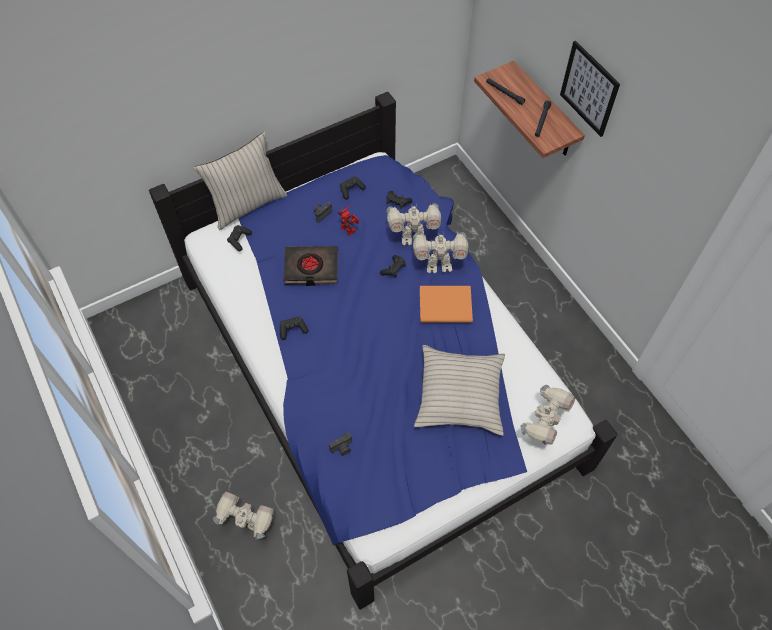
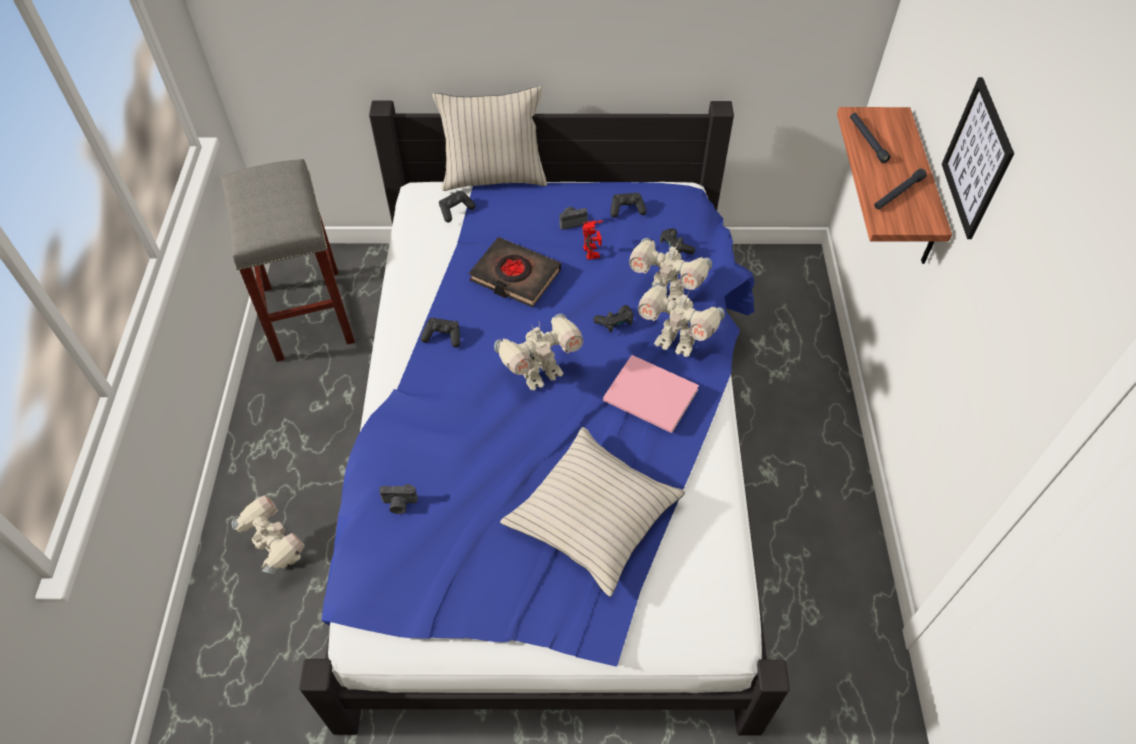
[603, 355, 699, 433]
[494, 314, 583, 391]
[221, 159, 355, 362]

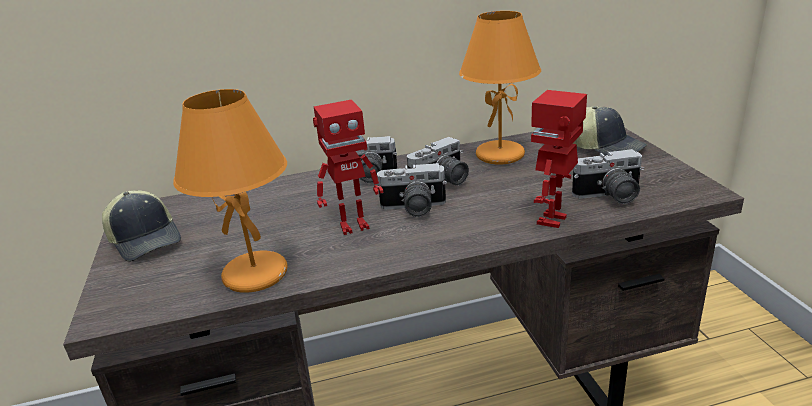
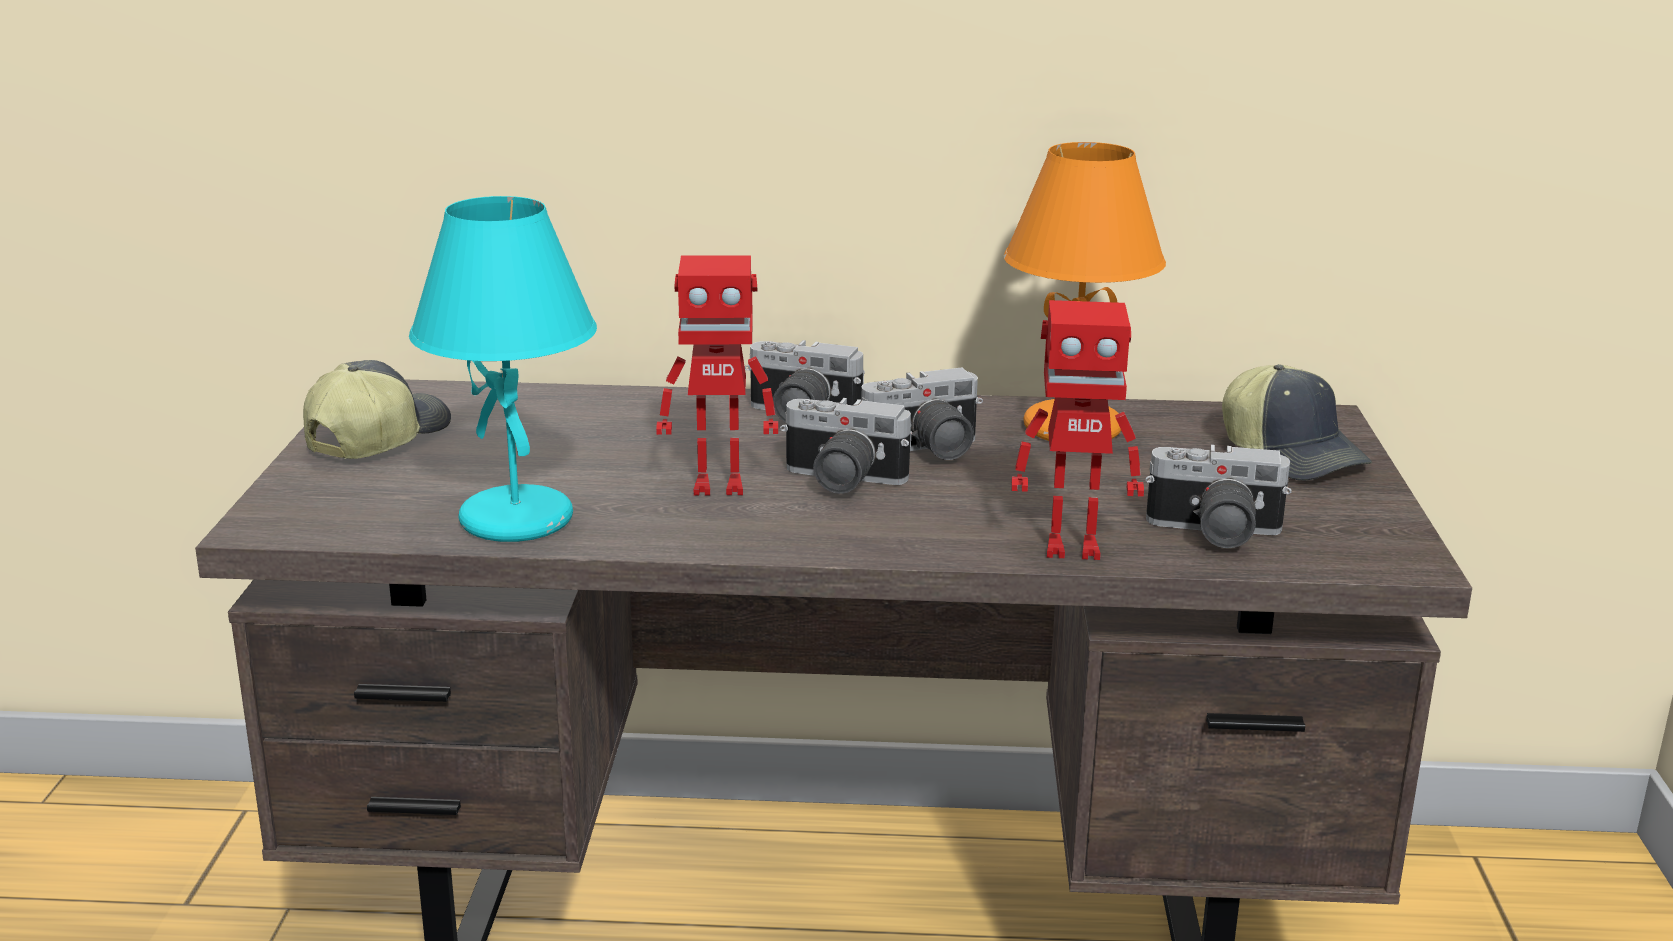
[303, 360, 451, 459]
[409, 196, 597, 542]
[1012, 300, 1144, 560]

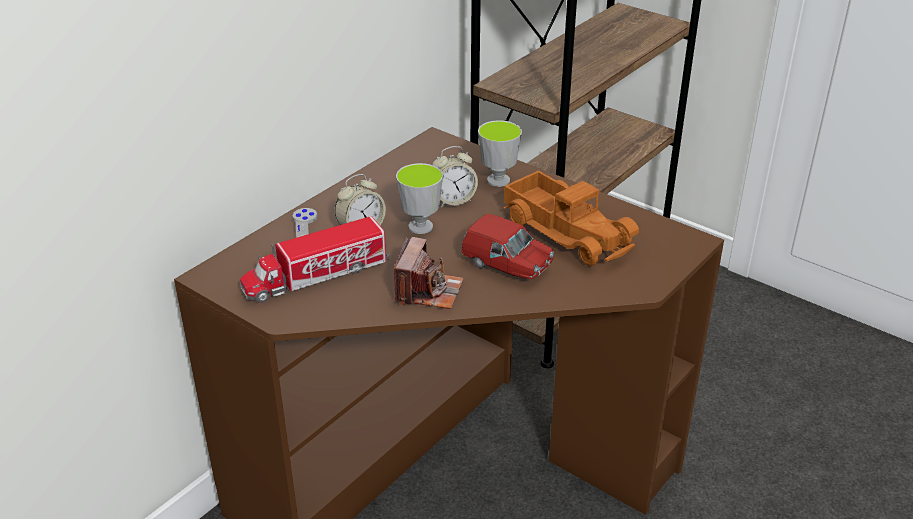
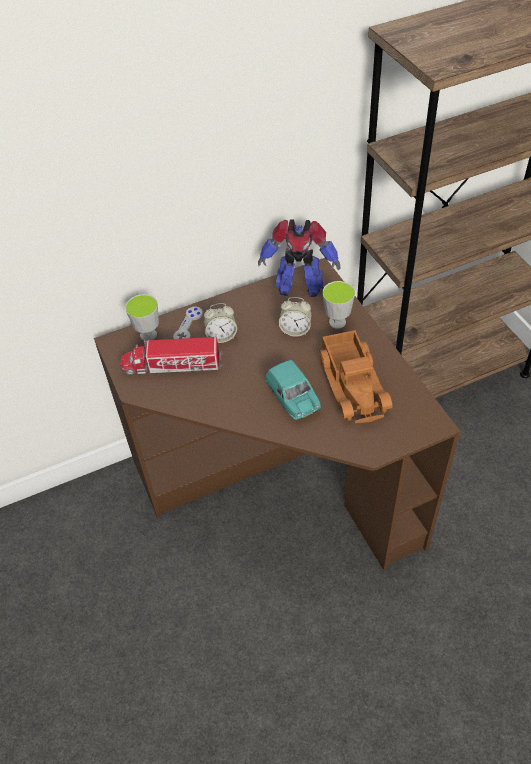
[394, 237, 464, 309] (first image)
[125, 294, 159, 341]
[265, 360, 321, 420]
[258, 219, 340, 297]

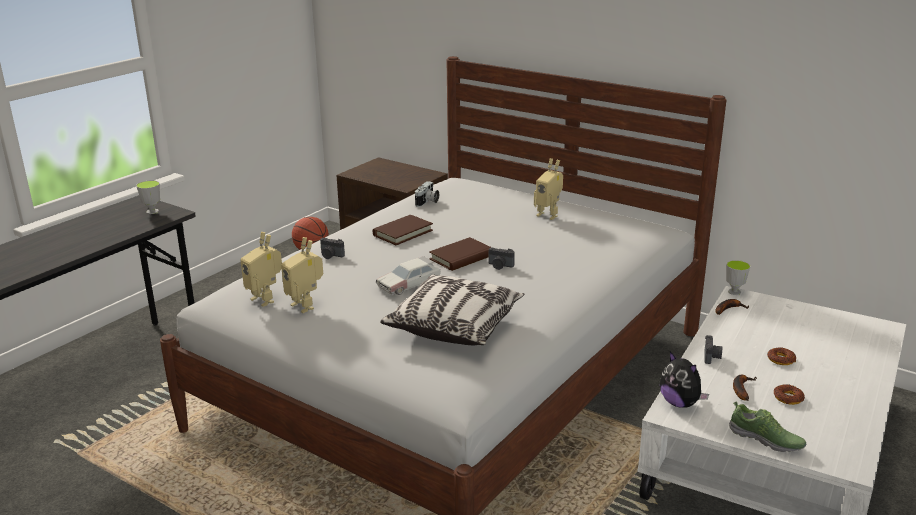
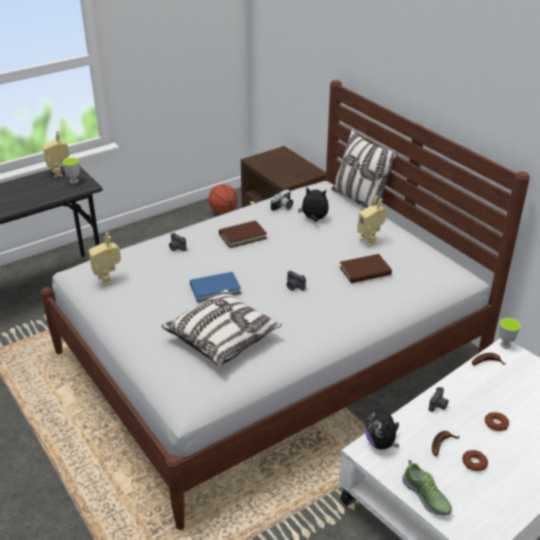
[43, 131, 69, 177]
[190, 272, 241, 303]
[339, 254, 392, 283]
[298, 187, 329, 222]
[331, 129, 398, 208]

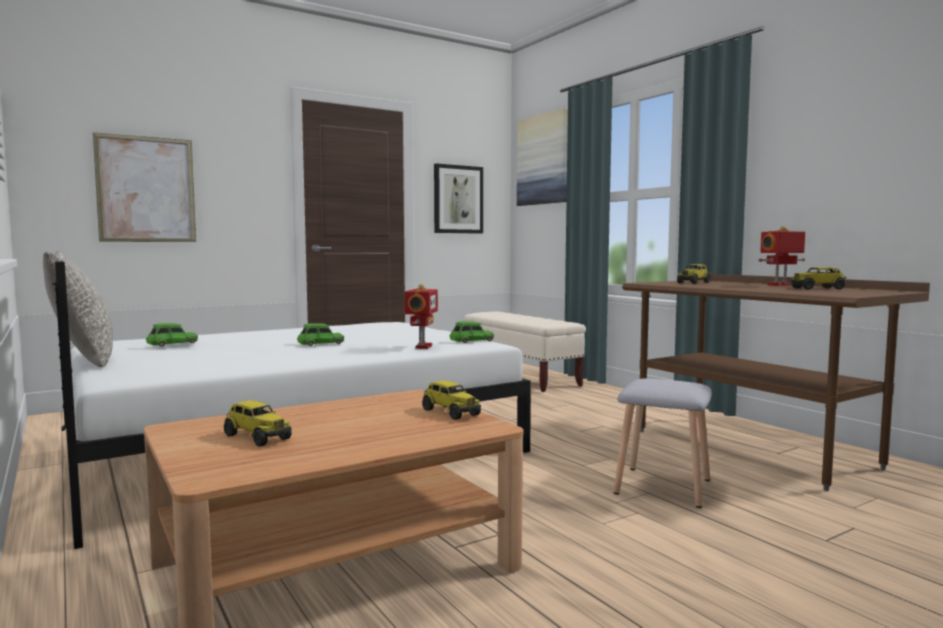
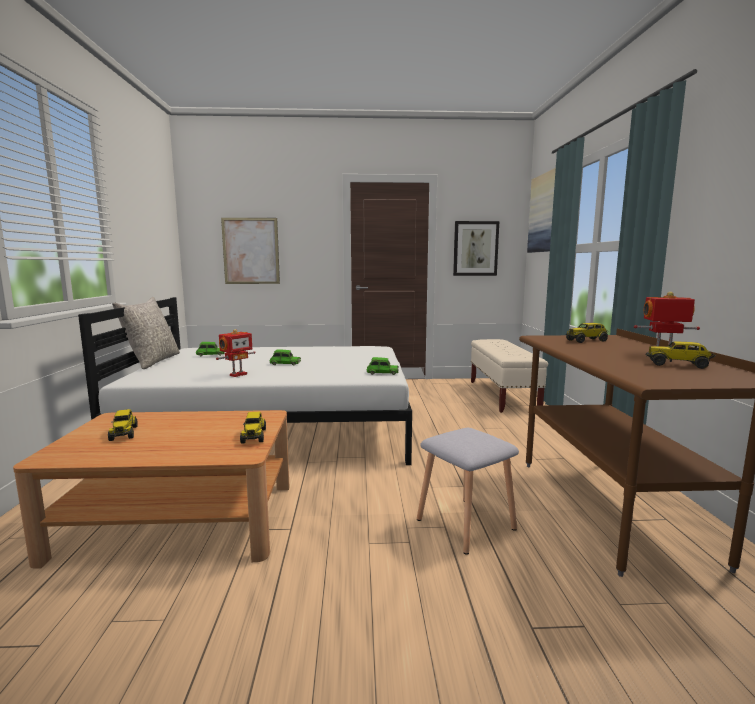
[216, 329, 256, 377]

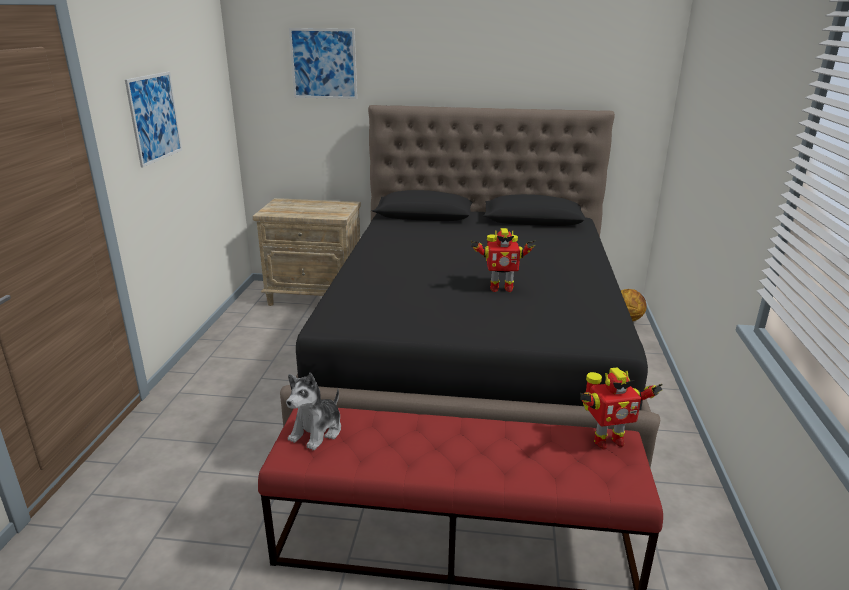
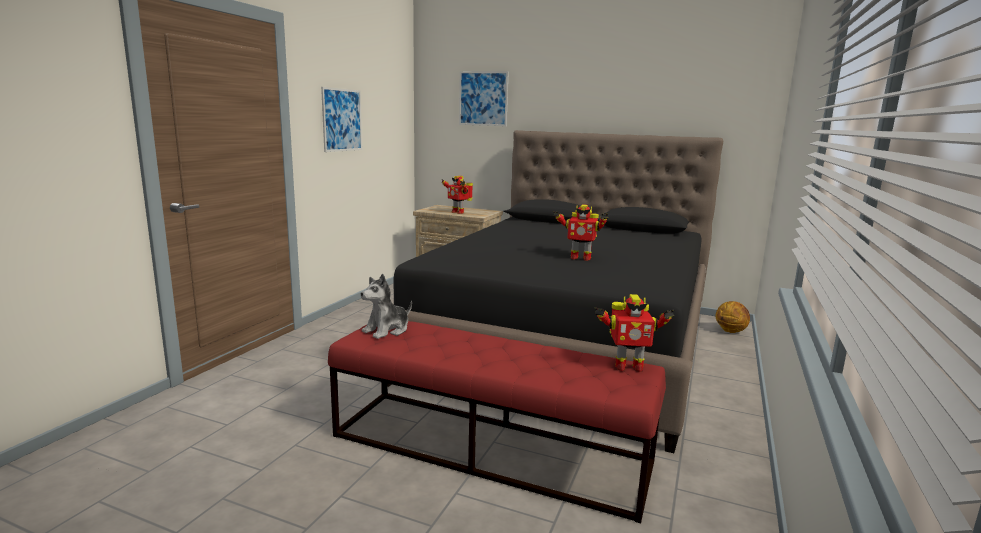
[441, 176, 473, 214]

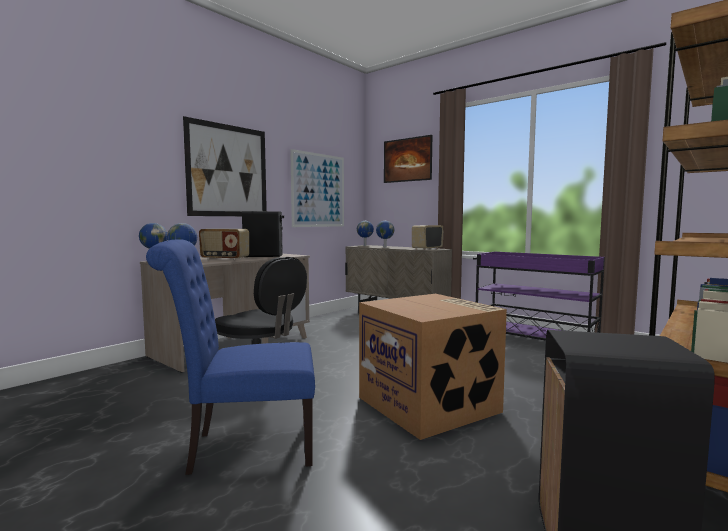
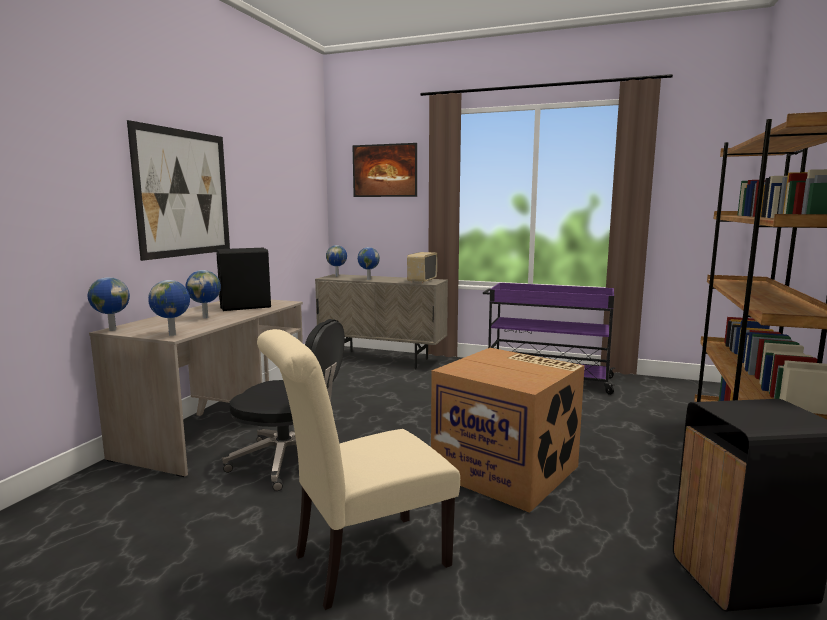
[257, 329, 460, 610]
[185, 270, 221, 318]
[290, 149, 344, 227] (first image)

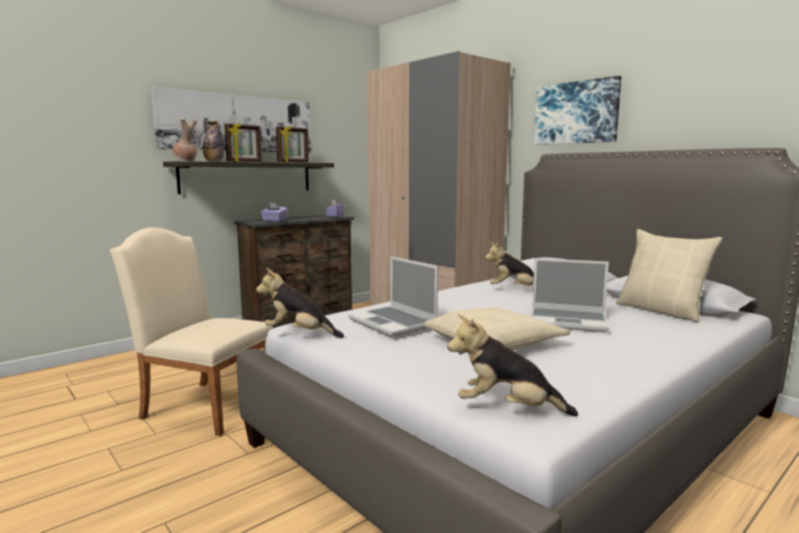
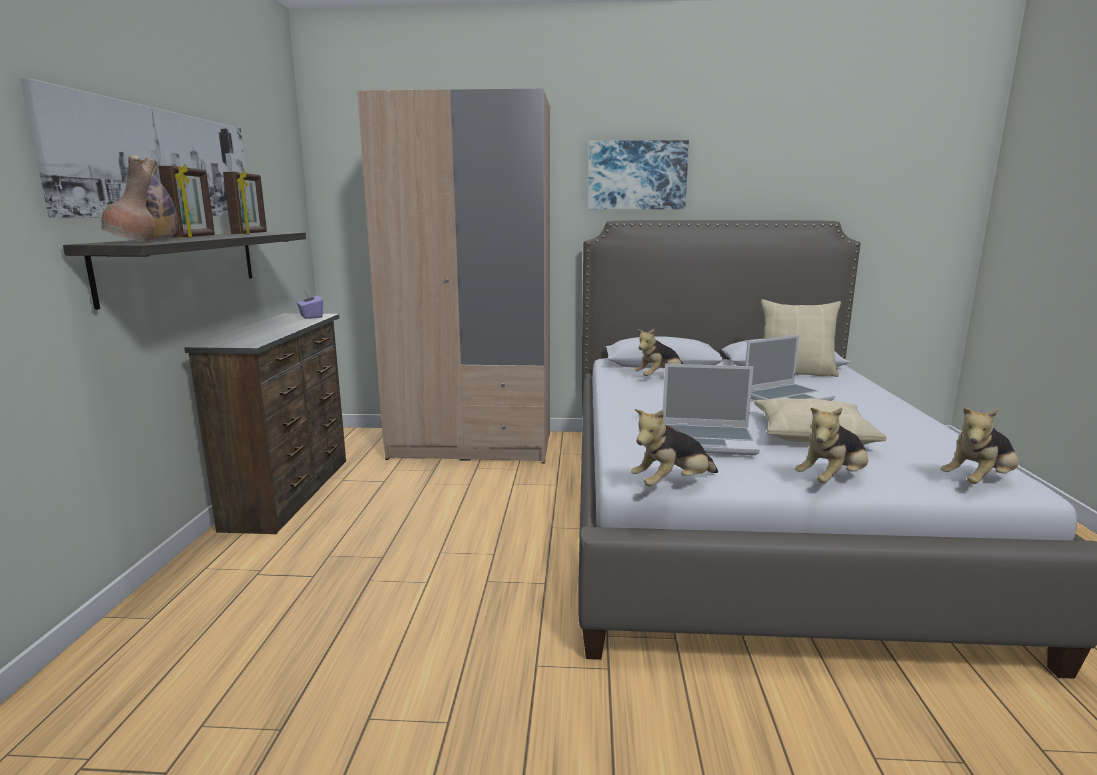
[110, 227, 273, 436] (first image)
[260, 203, 288, 222] (first image)
[795, 407, 868, 483]

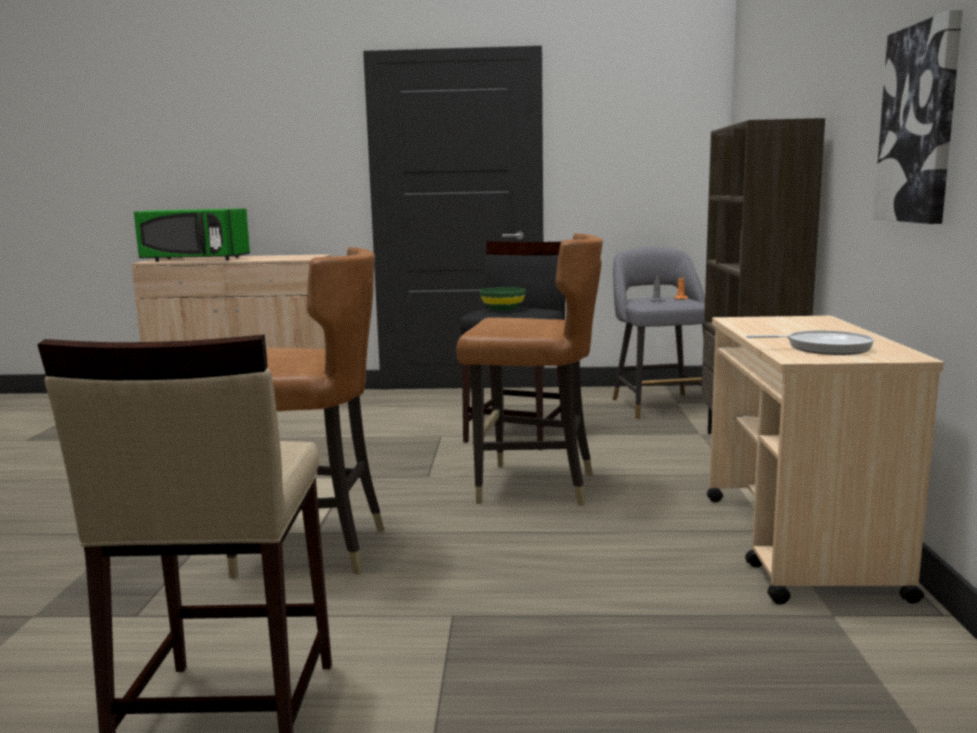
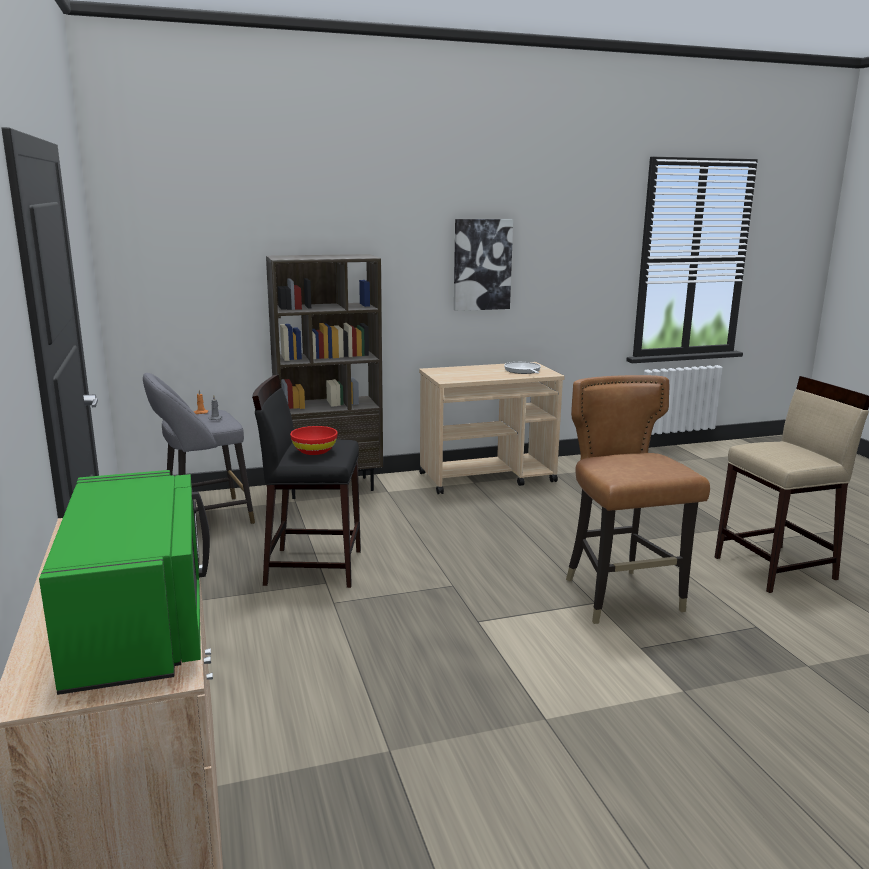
[457, 233, 603, 506] (first image)
[290, 426, 338, 455]

